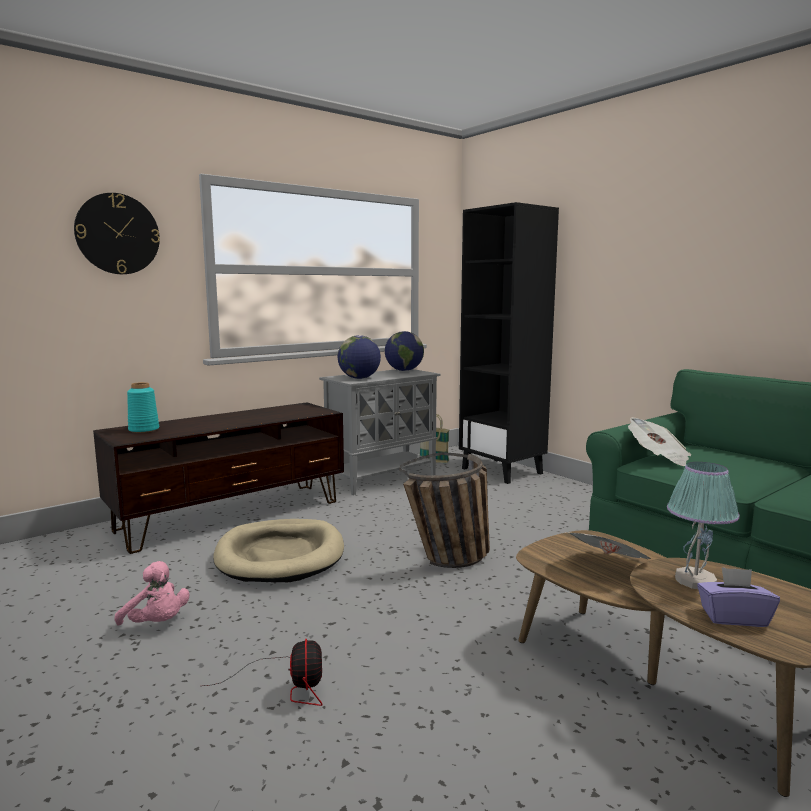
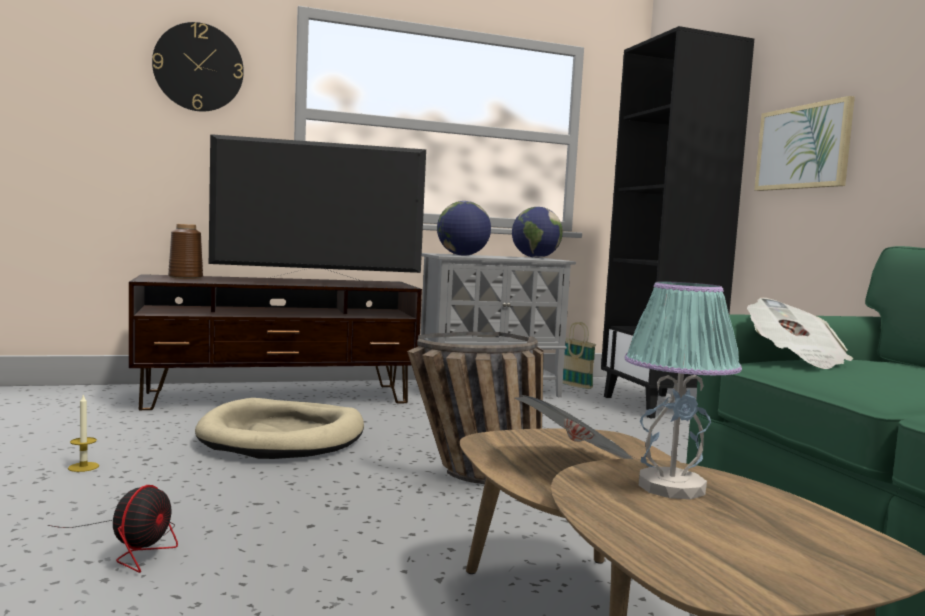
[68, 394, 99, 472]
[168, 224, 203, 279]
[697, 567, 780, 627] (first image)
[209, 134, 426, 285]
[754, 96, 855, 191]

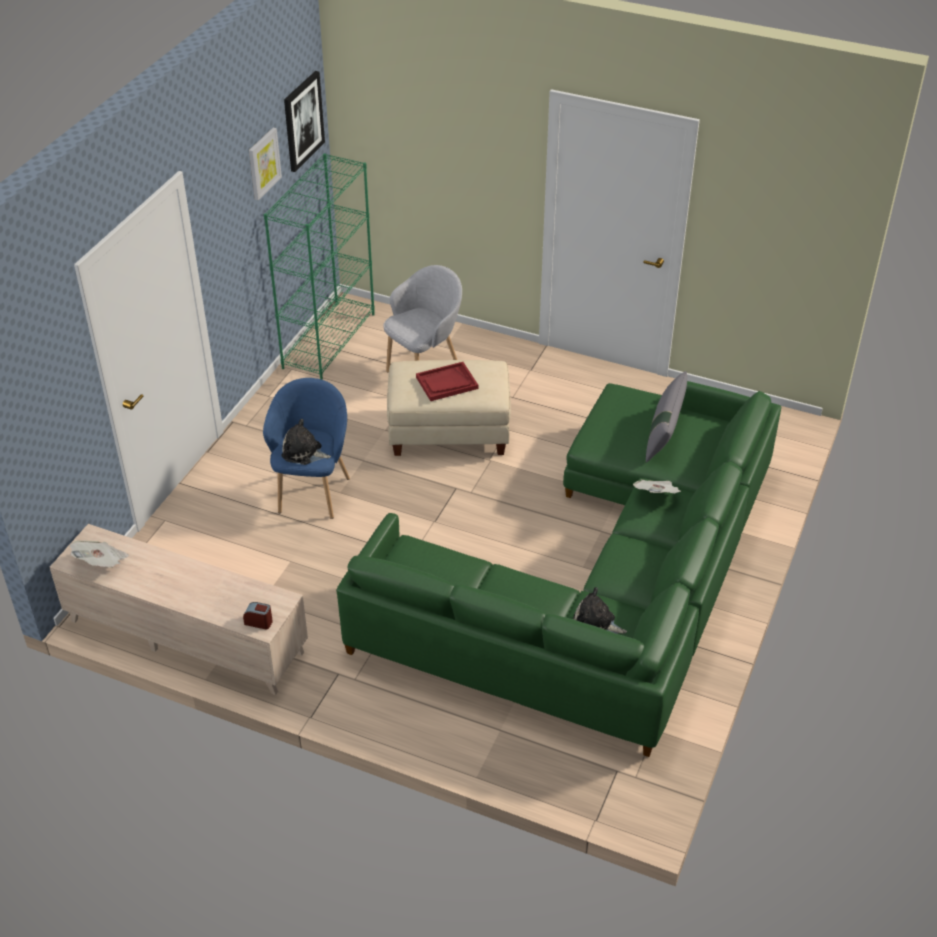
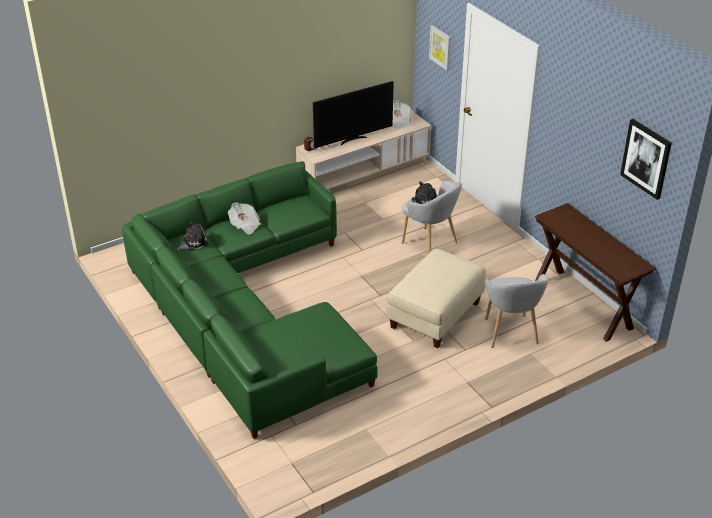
[429, 25, 451, 71]
[401, 181, 462, 254]
[535, 203, 656, 342]
[416, 362, 478, 401] (first image)
[228, 202, 261, 234]
[646, 371, 687, 463] (first image)
[313, 81, 394, 148]

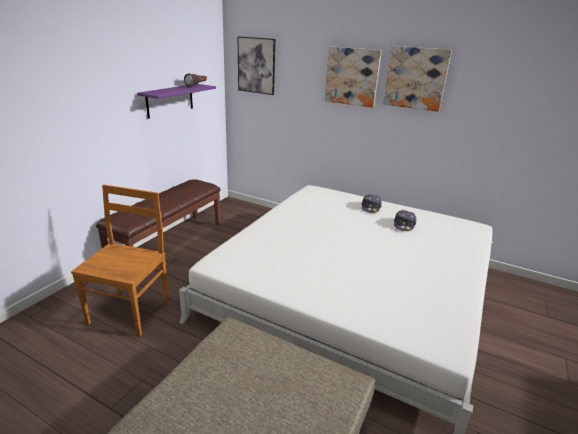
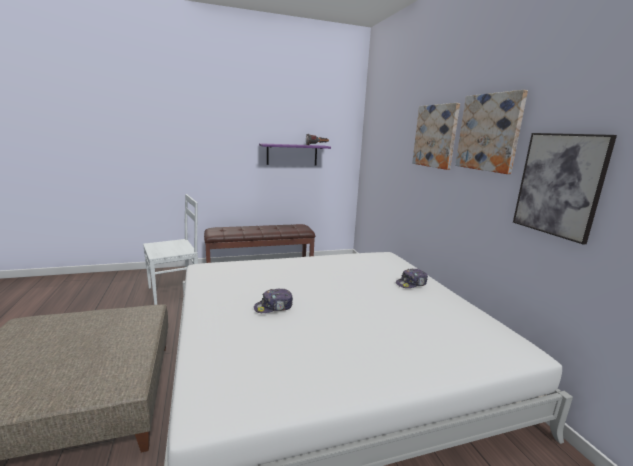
[143, 194, 198, 305]
[513, 133, 617, 245]
[254, 288, 293, 313]

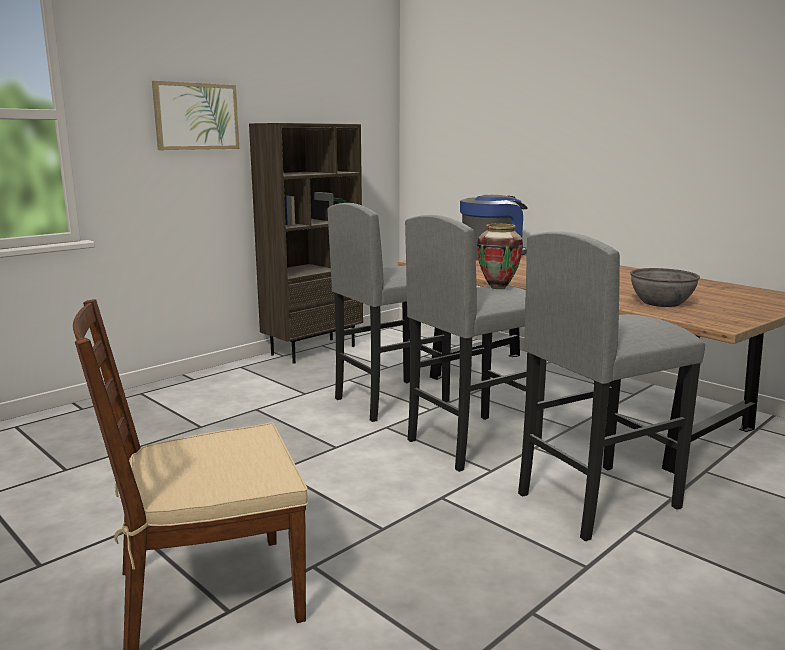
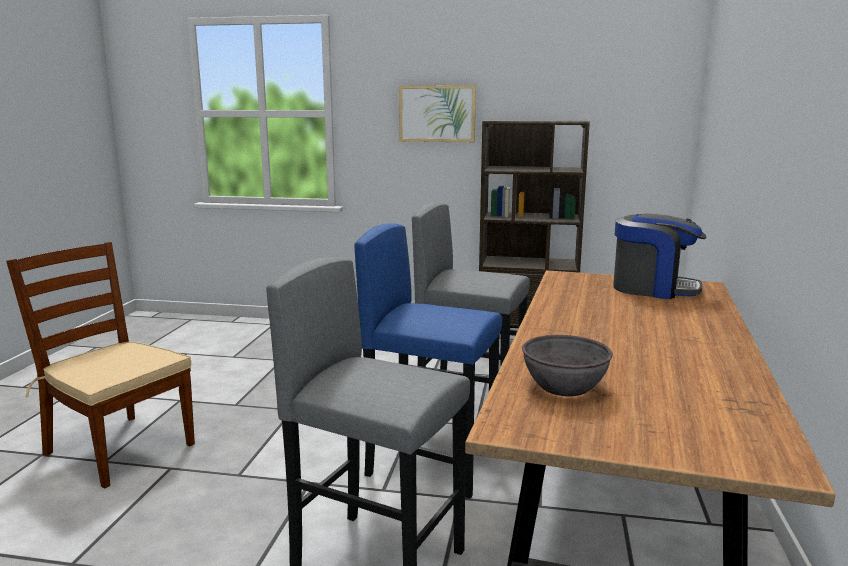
[354, 223, 502, 499]
[477, 224, 523, 289] (first image)

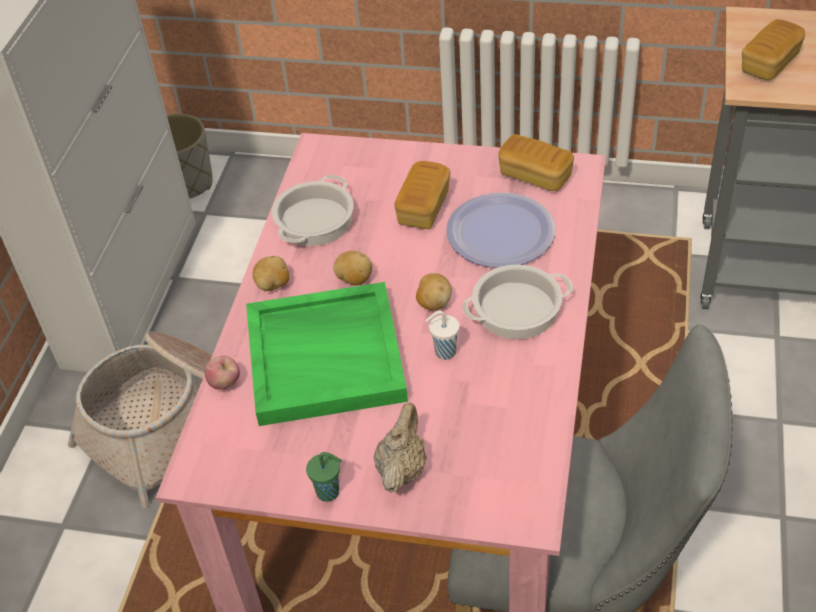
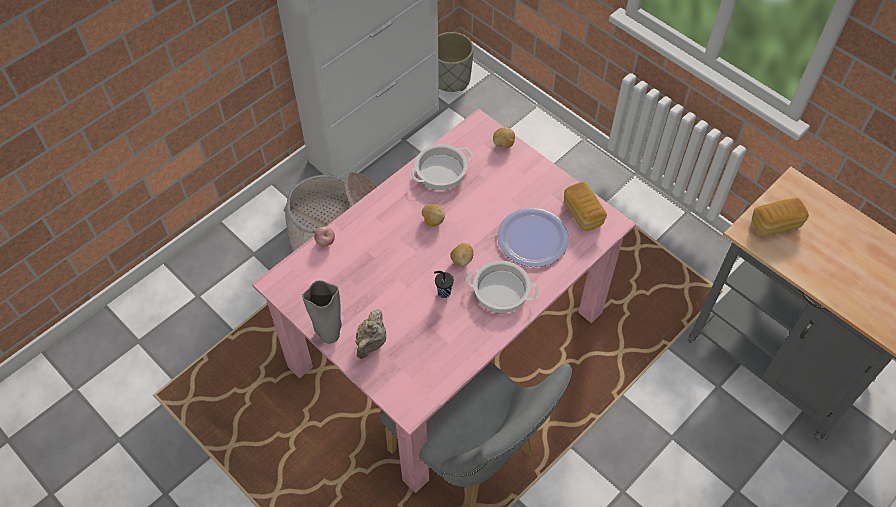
[246, 282, 408, 426] (first image)
[493, 127, 515, 148]
[302, 280, 342, 344]
[355, 309, 386, 359]
[394, 161, 450, 229] (first image)
[434, 271, 454, 298]

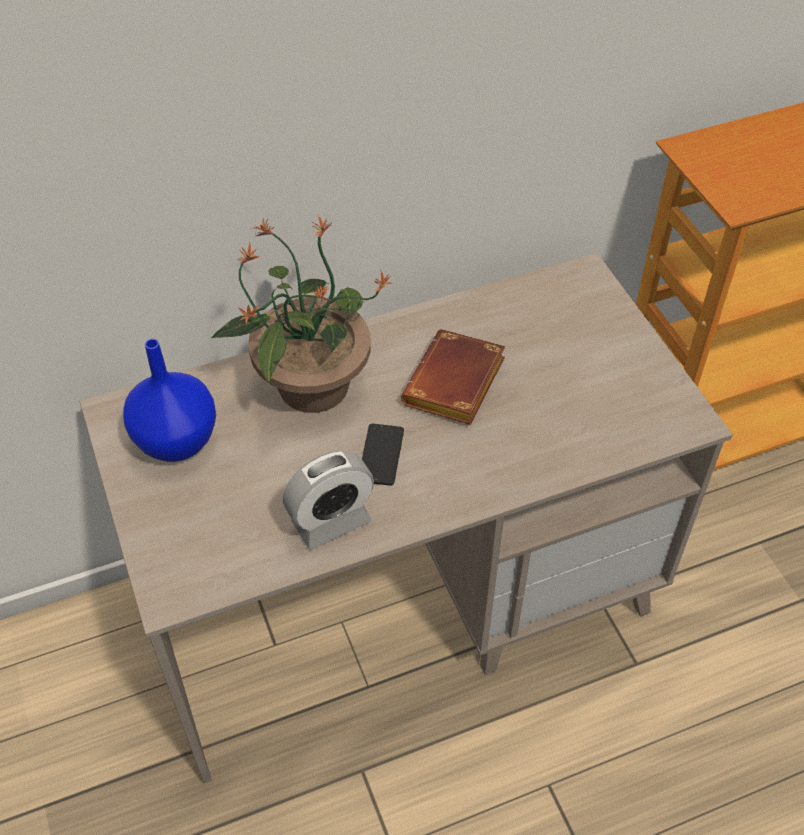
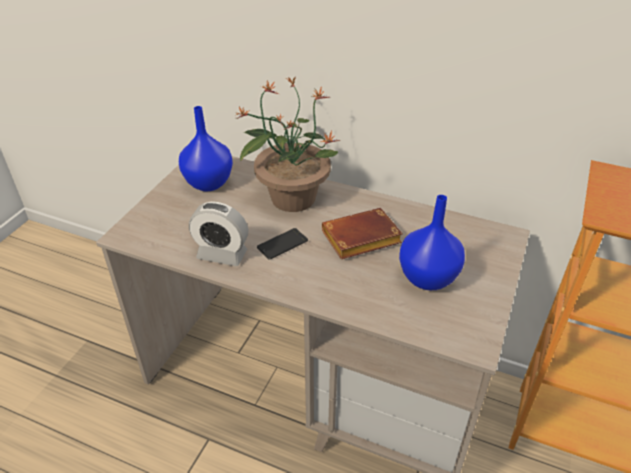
[399, 195, 465, 290]

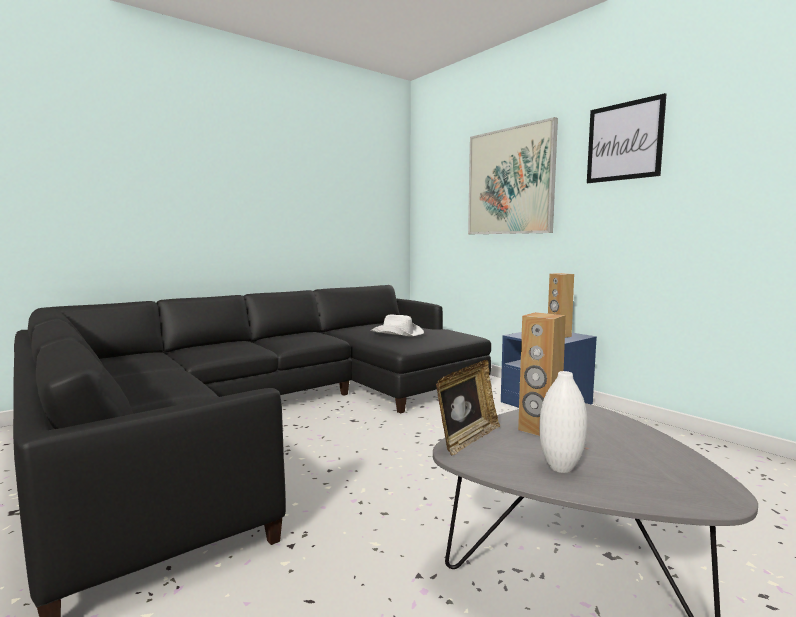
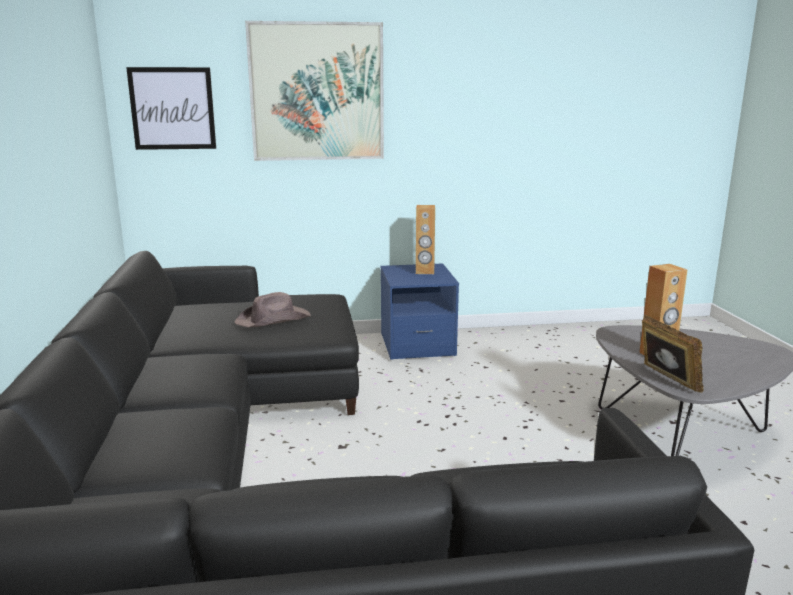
[235, 292, 311, 327]
[539, 371, 587, 473] (first image)
[126, 67, 216, 150]

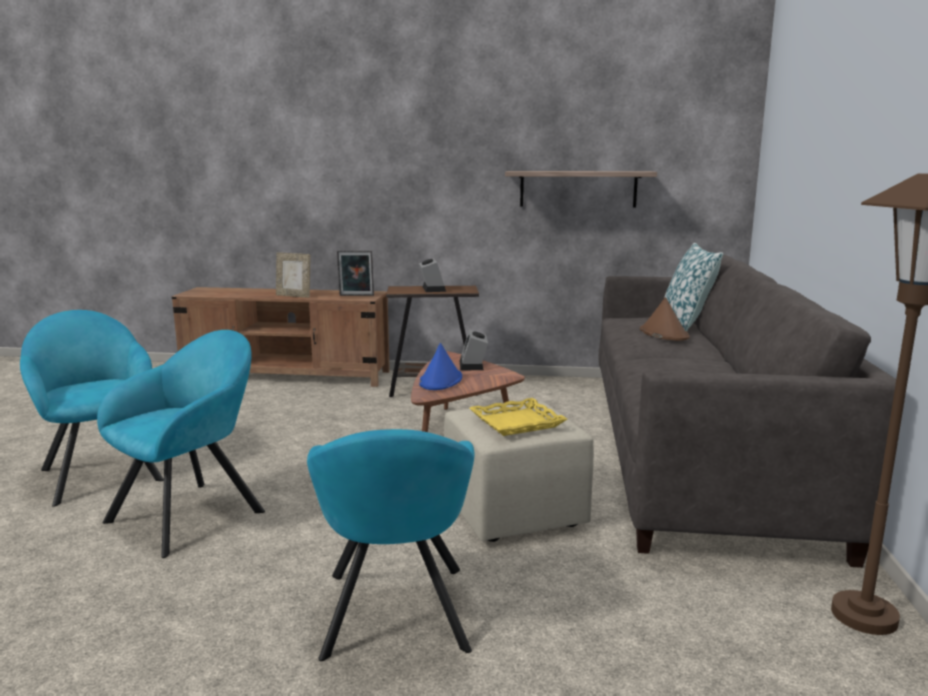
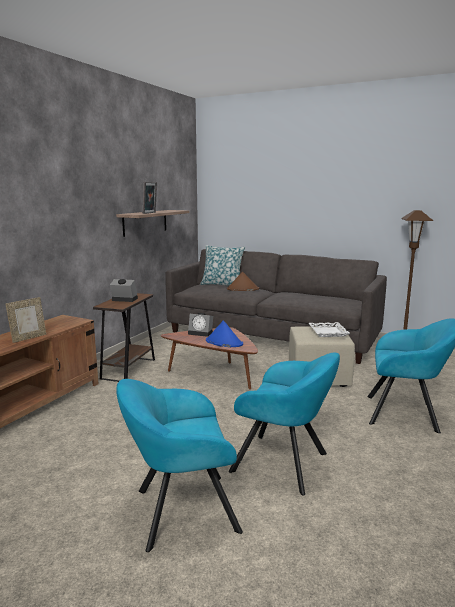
[229, 352, 340, 496]
[143, 182, 157, 214]
[309, 322, 350, 337]

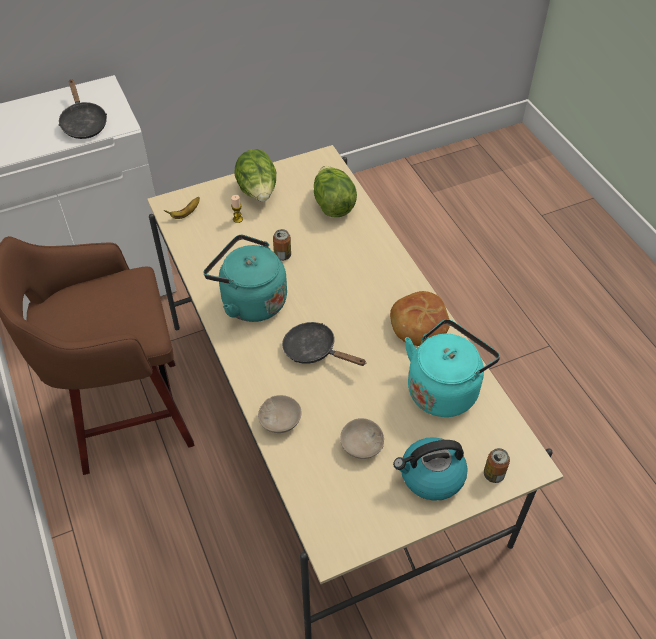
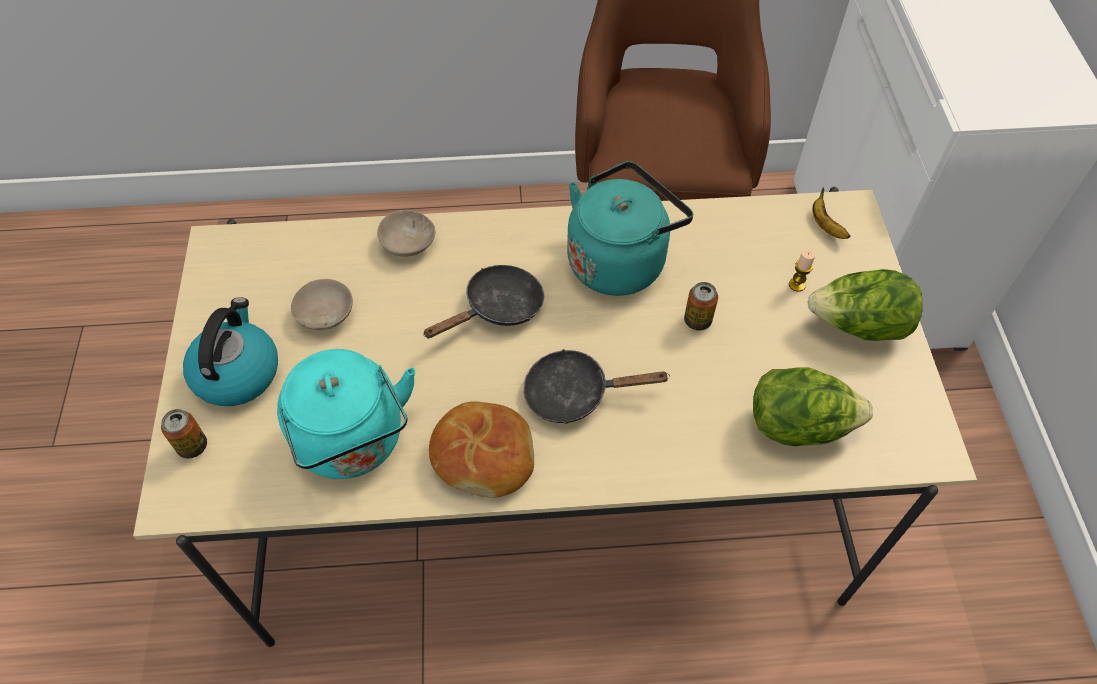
[523, 349, 670, 424]

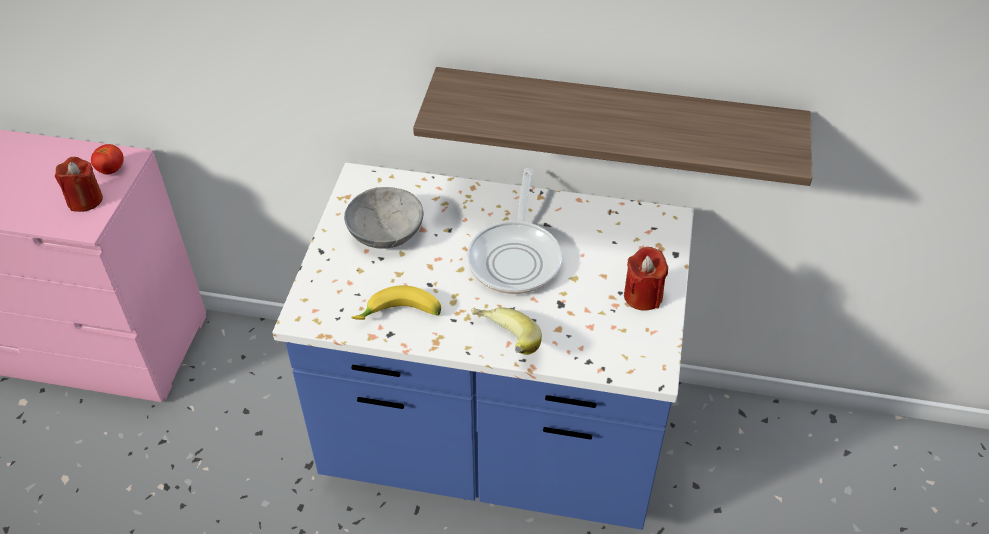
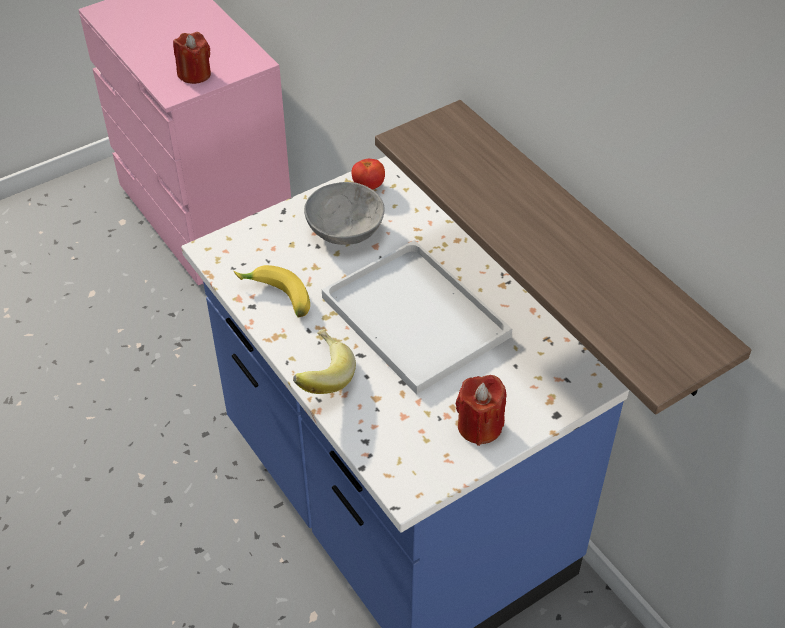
[352, 159, 385, 190]
[322, 240, 512, 394]

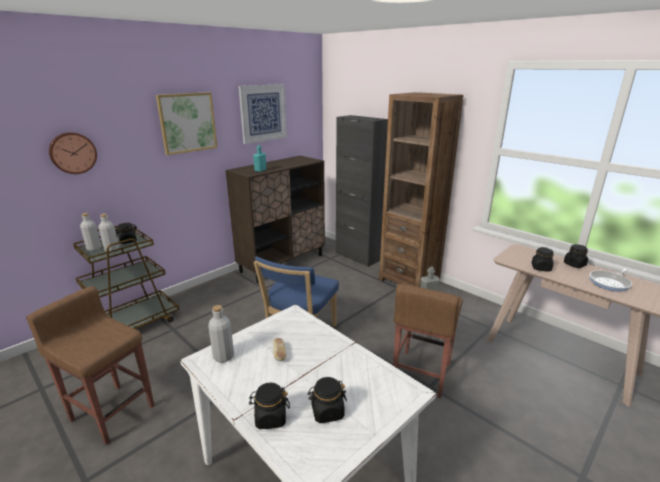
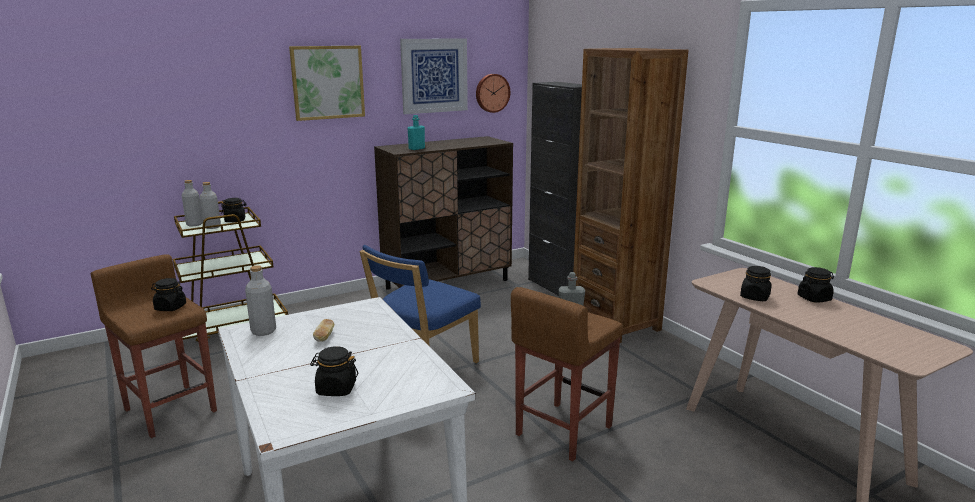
[476, 74, 510, 113]
[151, 278, 186, 311]
[589, 268, 632, 291] (first image)

